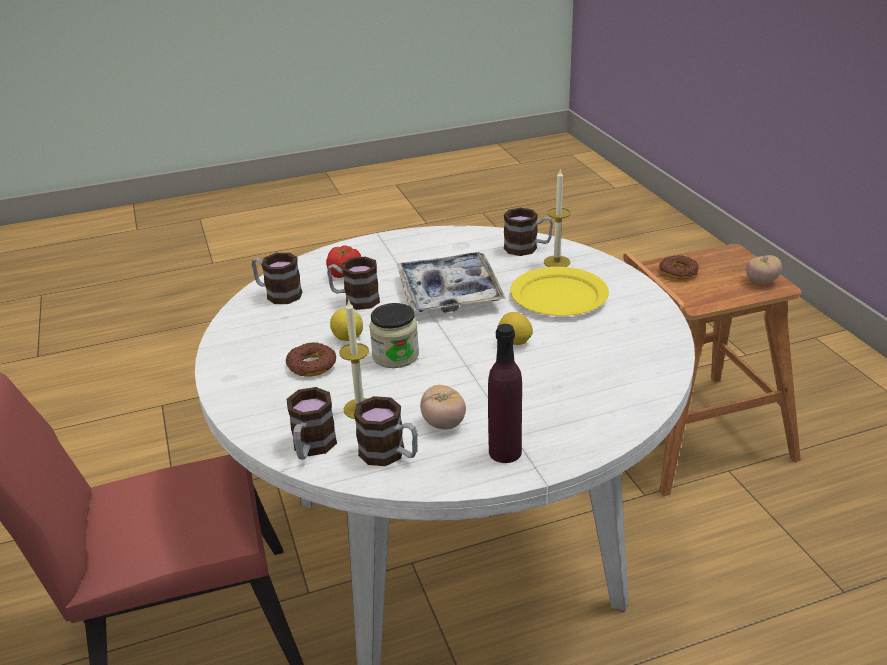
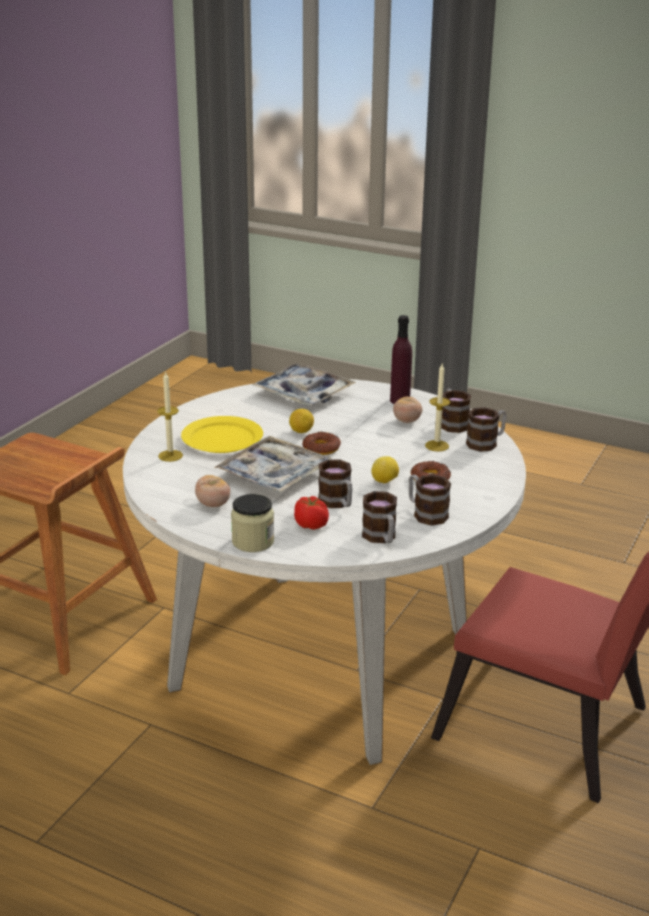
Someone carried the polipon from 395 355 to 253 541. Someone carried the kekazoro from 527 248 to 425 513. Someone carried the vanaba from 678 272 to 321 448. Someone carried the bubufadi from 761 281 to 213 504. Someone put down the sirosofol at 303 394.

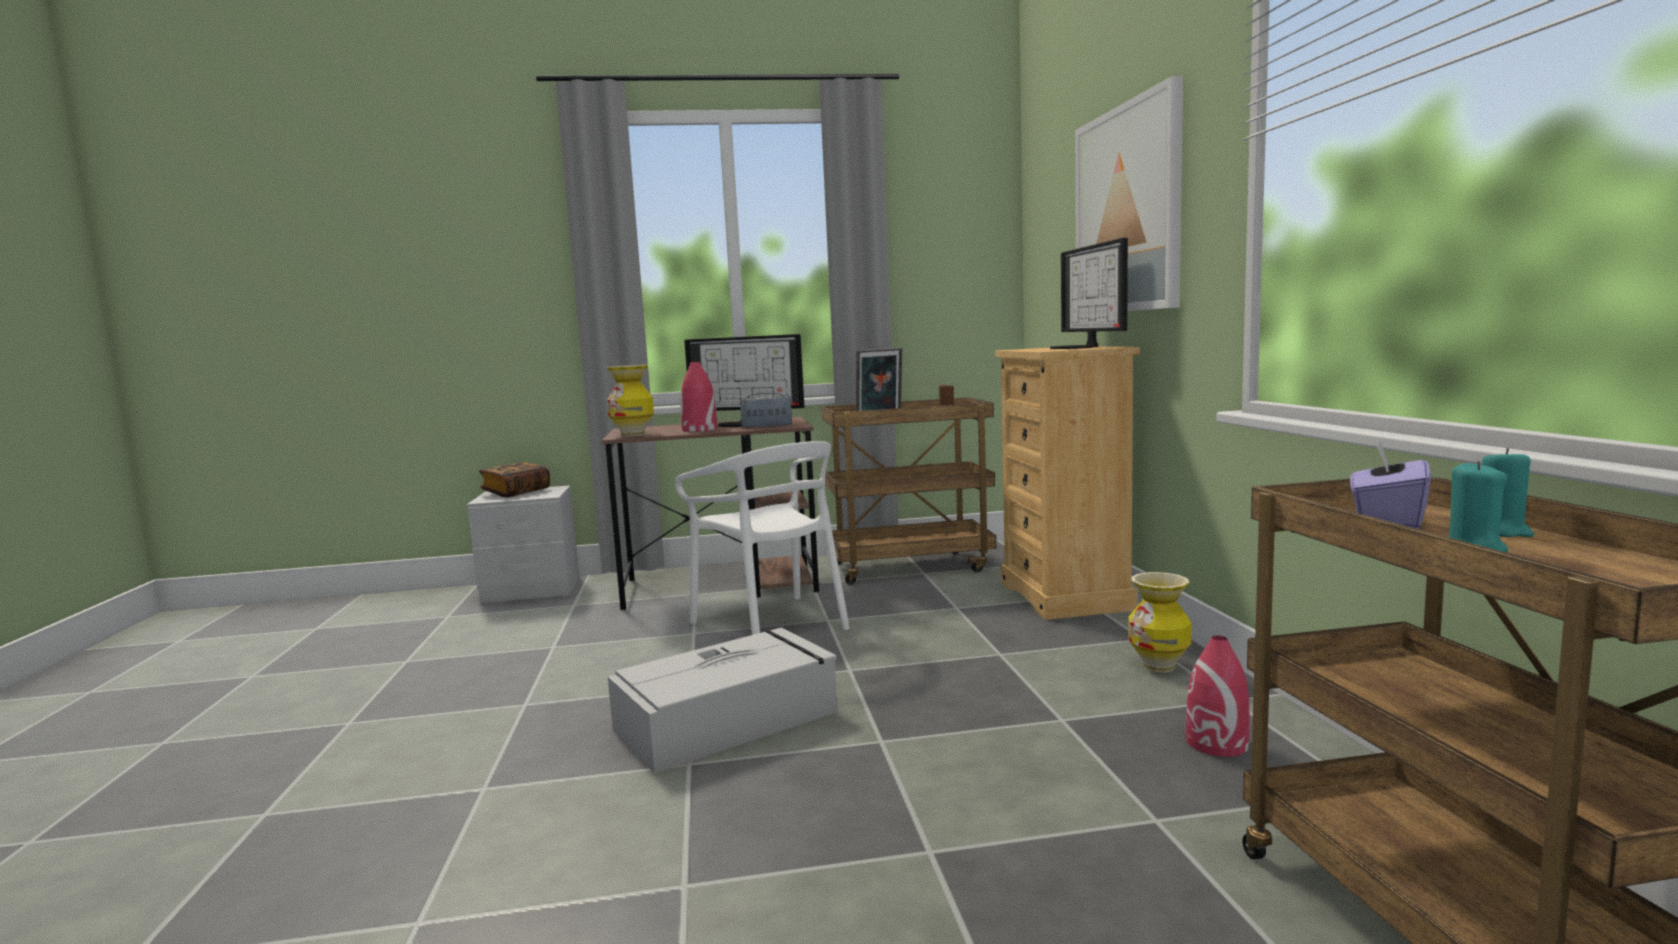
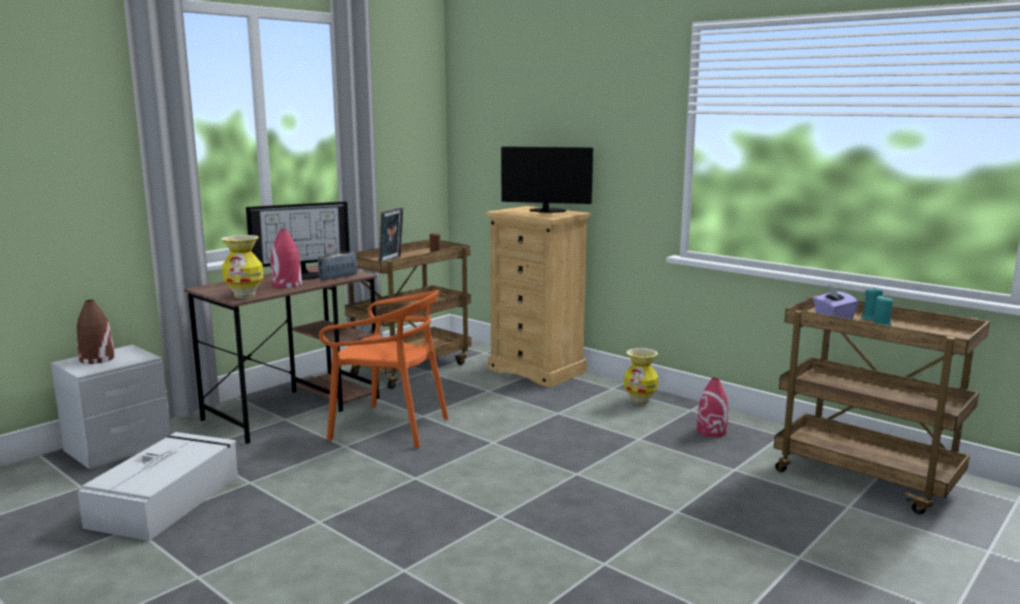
Someone swapped the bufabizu at 516 492 for the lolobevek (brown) at 96 359. Someone carried the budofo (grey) from 729 720 to 167 499. Someone repainted the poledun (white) at 772 624, which became the poledun (orange) at 389 427. Someone rotated the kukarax at 1078 347 by 150 degrees clockwise. Someone took away the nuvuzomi at 1127 210.

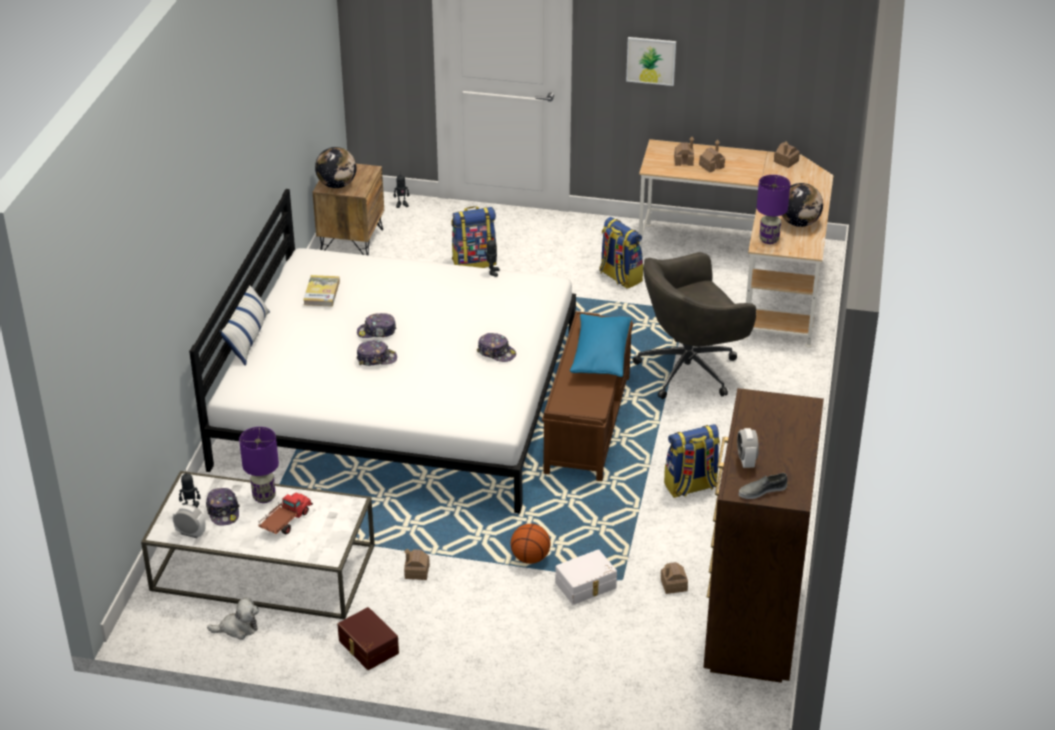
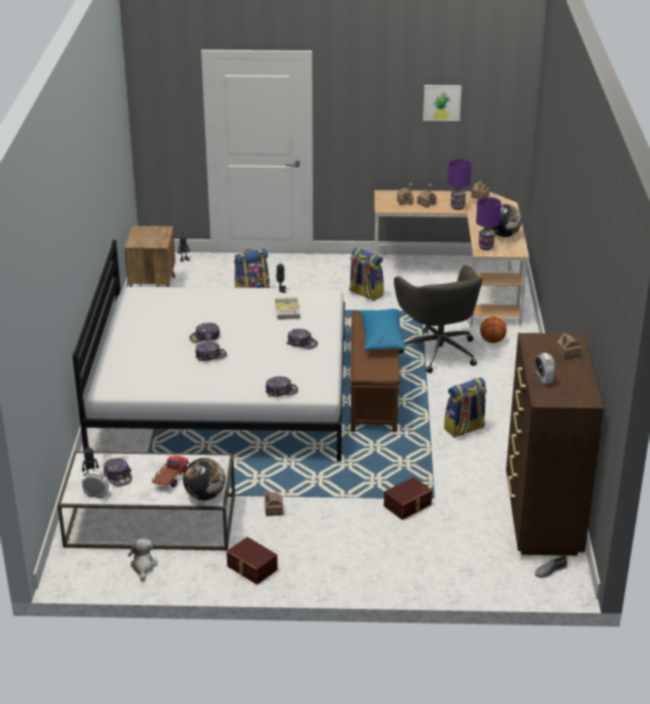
Someone rotated the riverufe at 238 628 by 75 degrees counterclockwise. Someone took away the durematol at 247 337. Someone carried the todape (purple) from 264 497 to 457 207. Someone carried the bufabizu from 321 293 to 287 310. Someone carried the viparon from 337 185 to 205 496. Someone carried the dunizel from 530 558 to 492 341. Someone repainted the budofo (white) at 586 586, which became the budofo (brown) at 408 505. Someone carried the nuvuzomi from 651 60 to 442 102. Someone rotated the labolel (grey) at 690 370 by 75 degrees counterclockwise. Someone carried the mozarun from 673 585 to 567 354. Someone carried the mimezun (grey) from 762 490 to 550 570. Someone put down the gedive at 281 391.

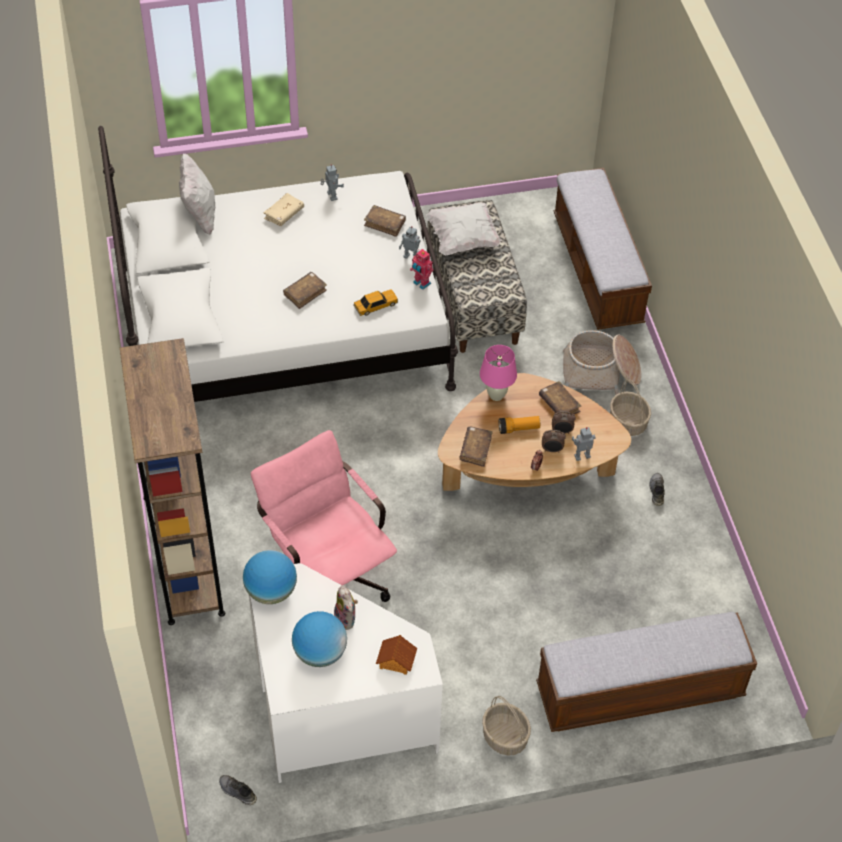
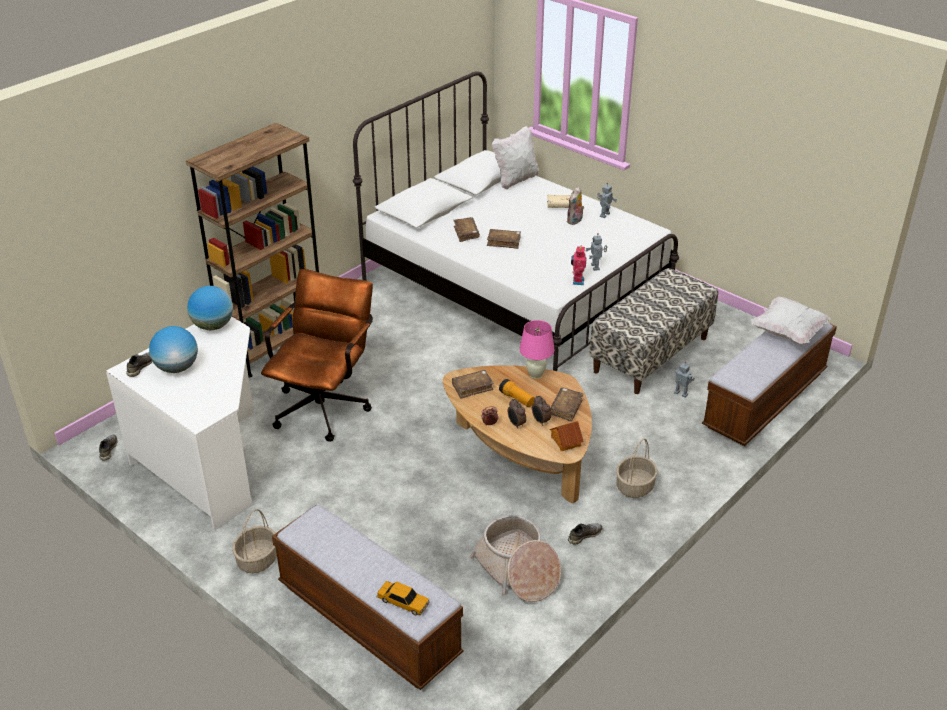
Someone repainted the labolel (pink) at 327 575, which became the labolel (brown) at 325 404. Someone carried the riverufe from 347 619 to 575 221. Someone carried the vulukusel from 376 306 to 403 602. Someone carried the bufabizu (brown) from 385 224 to 466 233. Someone carried the mozarun from 396 661 to 565 441. Someone carried the durematol (white) from 463 239 to 788 332. Someone carried the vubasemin from 600 373 to 517 571. Someone carried the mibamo from 582 457 to 680 394. Someone put down the mimezun (grey) at 140 367.

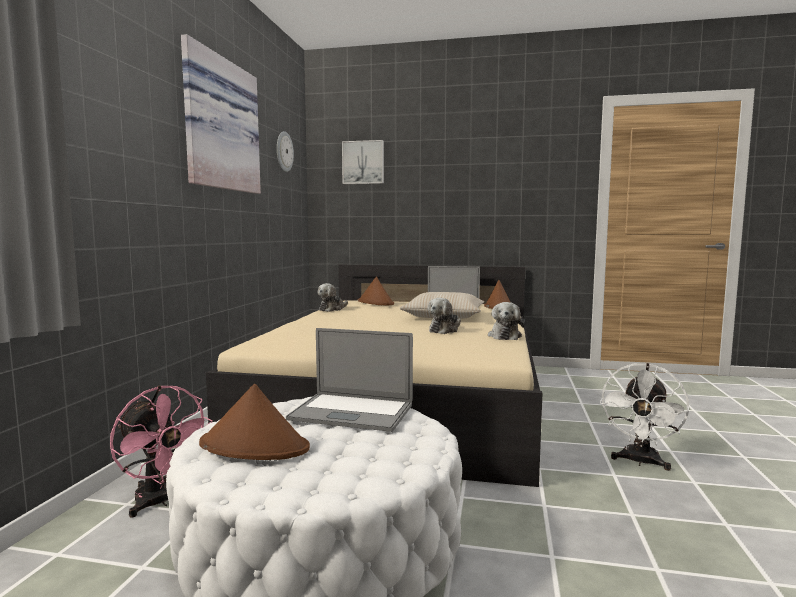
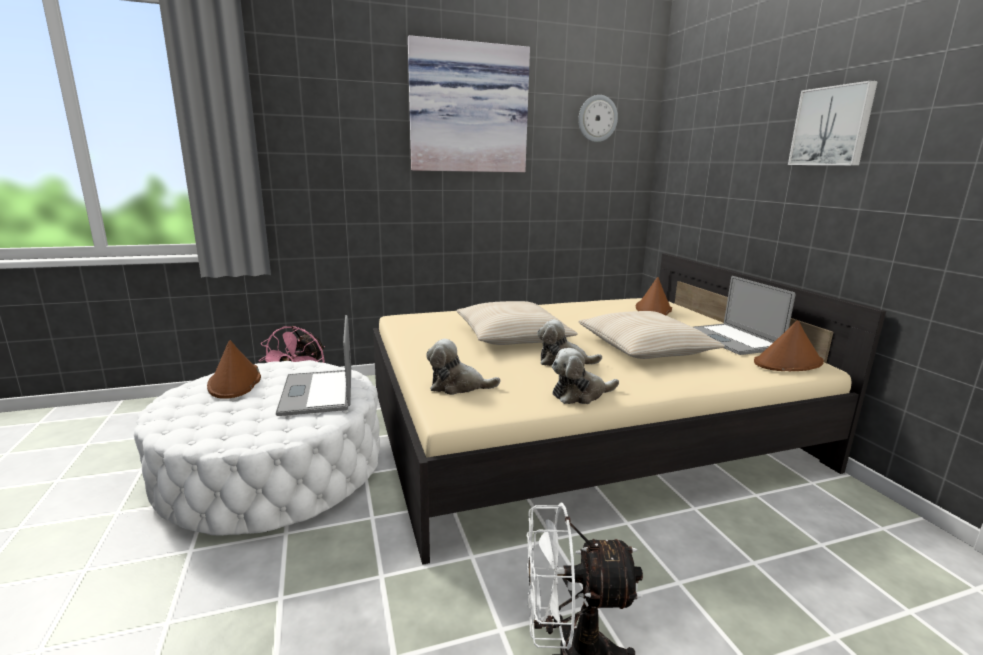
Someone carried the riverufe from 332 309 to 458 386. Someone carried the nuvuzomi from 363 162 to 832 126. Someone put down the durematol (beige) at 512 336.

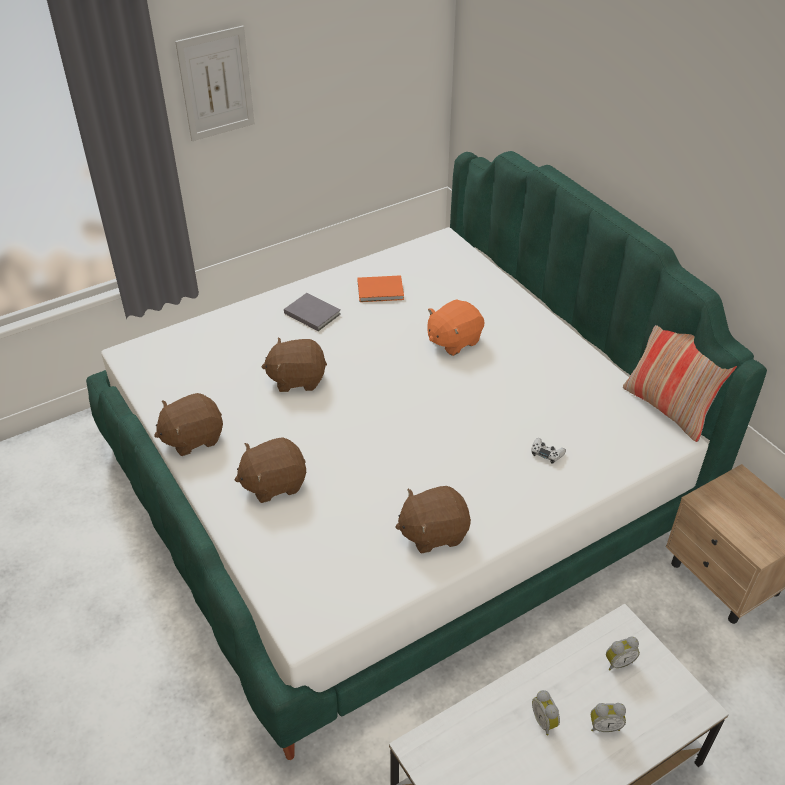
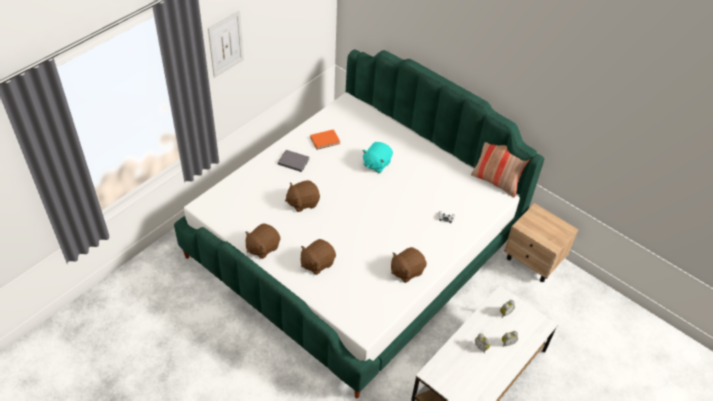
Someone repainted the riverufe (orange) at 453 340, which became the riverufe (turquoise) at 376 164.

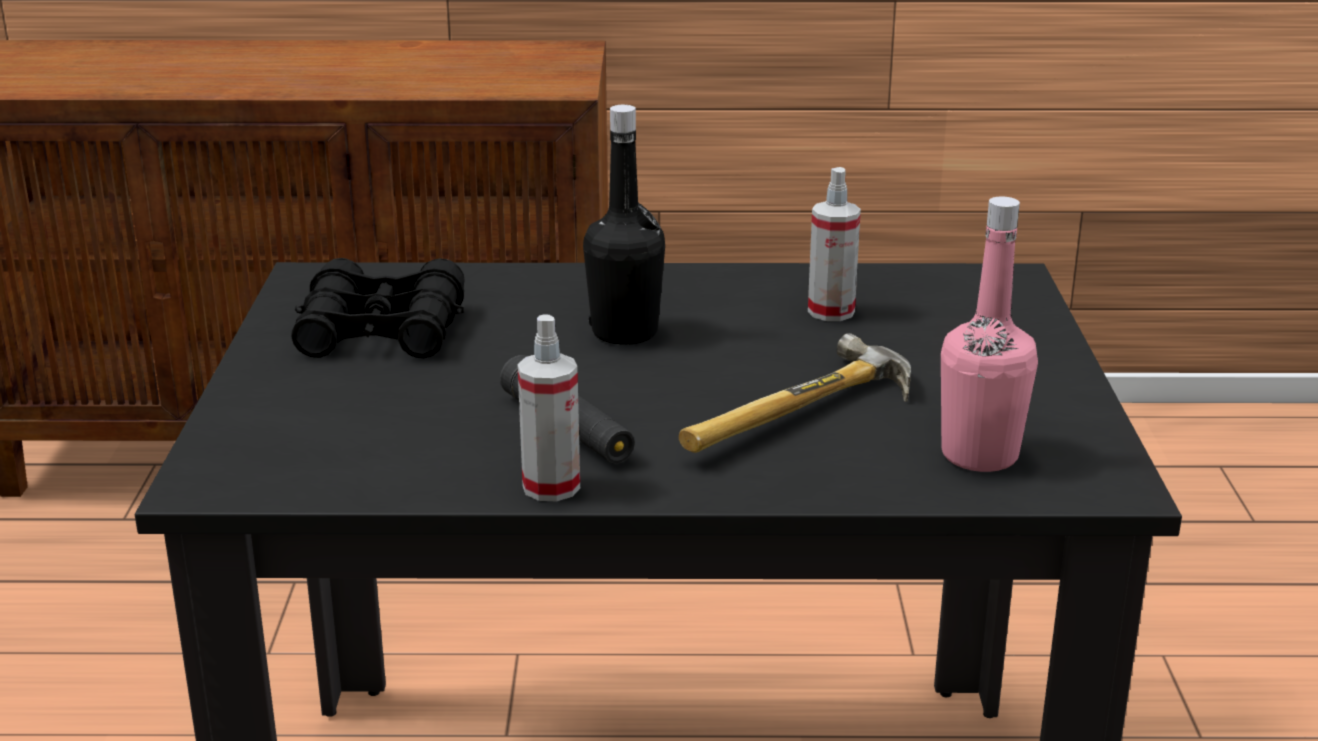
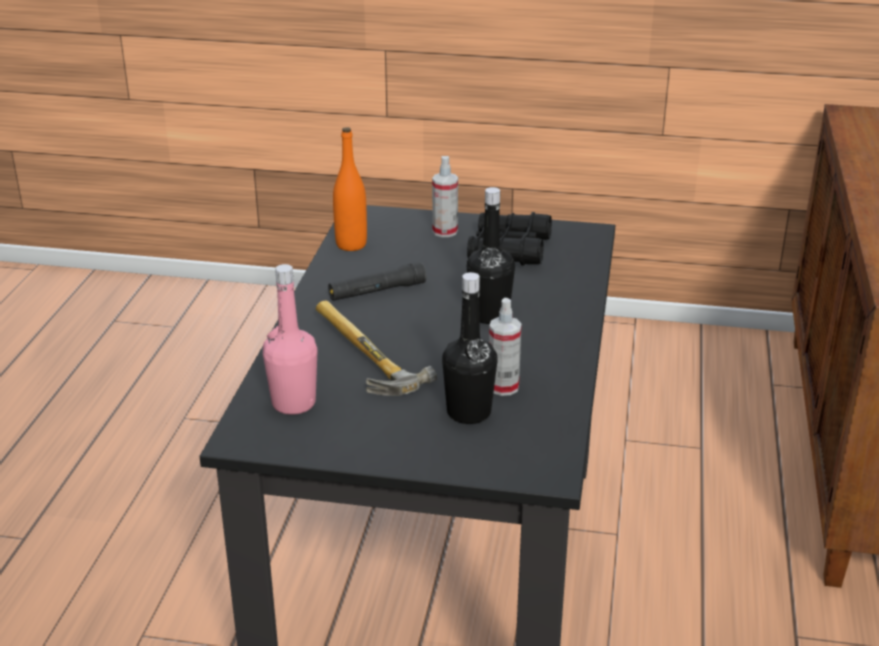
Someone carried the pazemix from 551 487 to 445 231. Someone put down the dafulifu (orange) at 351 244. Someone put down the dafulifu (black) at 469 412.

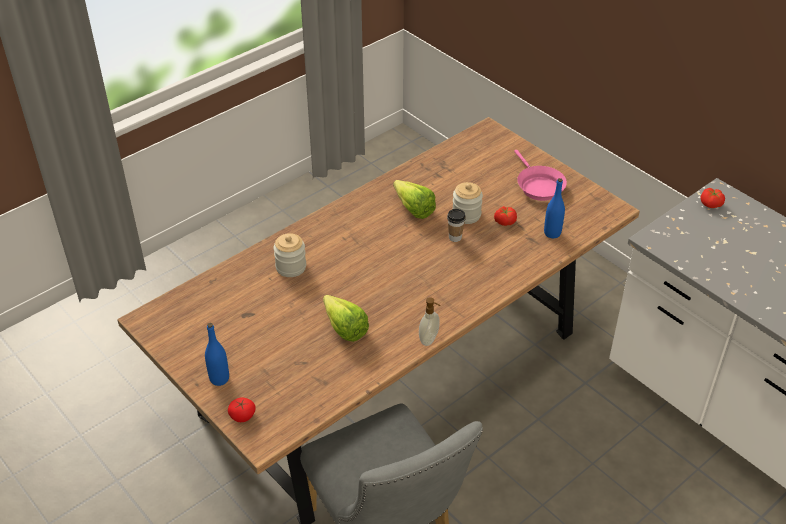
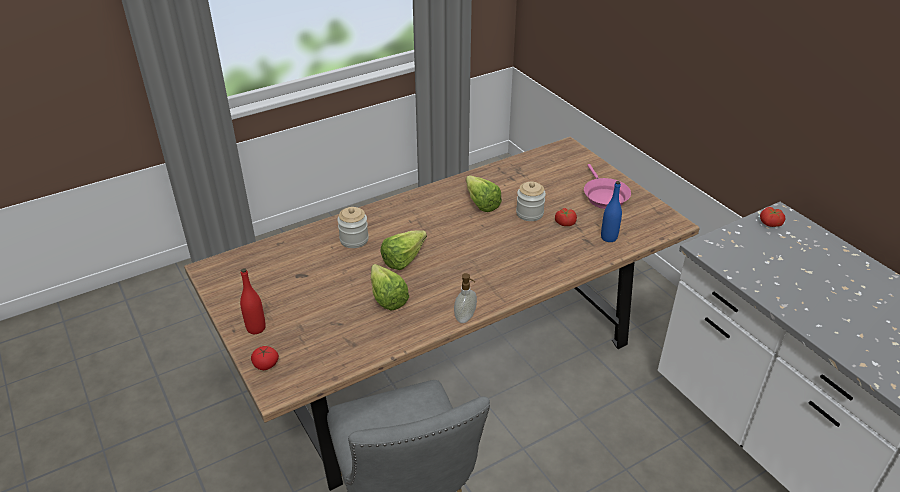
Someone repainted the dafulifu (blue) at 219 379, which became the dafulifu (red) at 256 328. Someone took away the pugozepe at 455 237. Someone put down the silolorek at 407 258.

